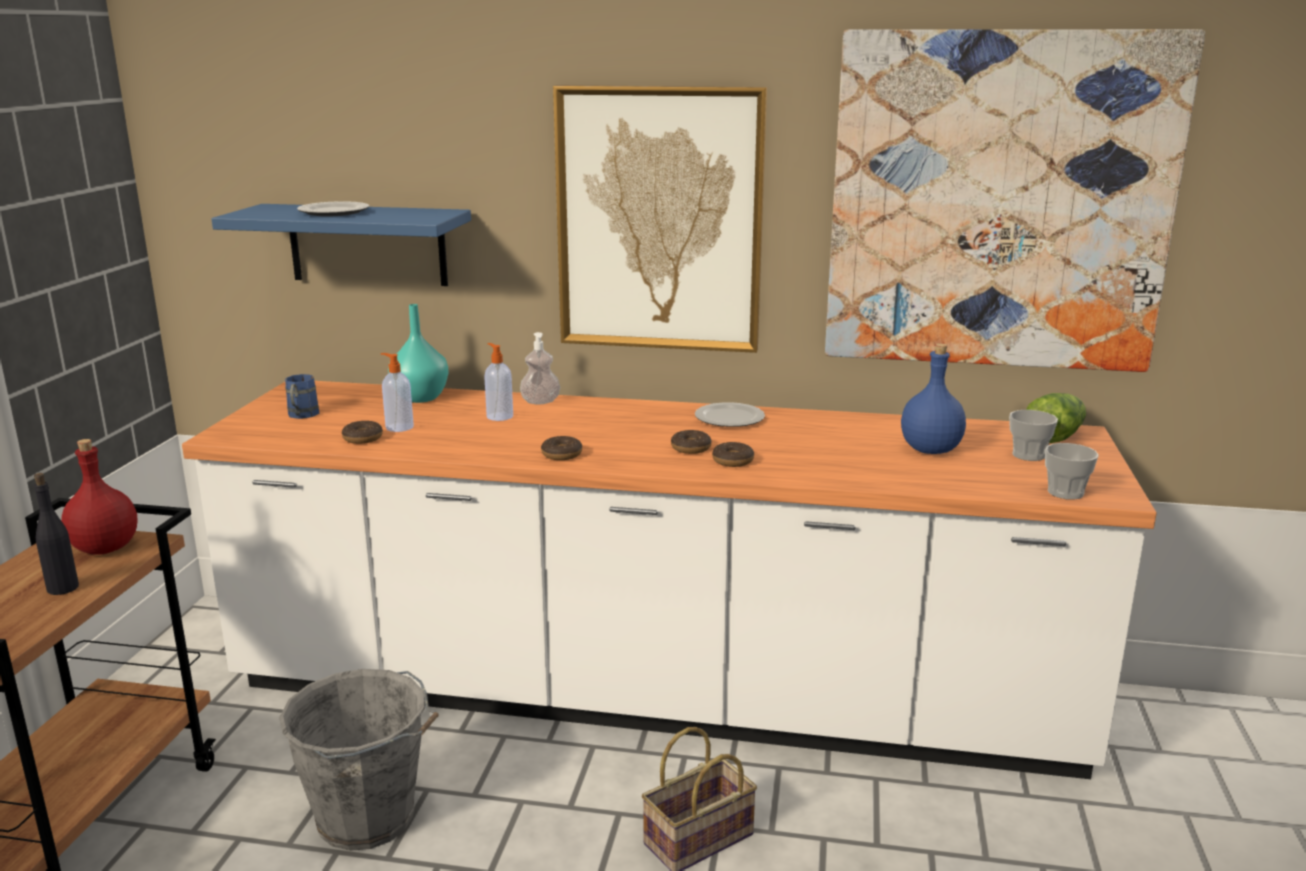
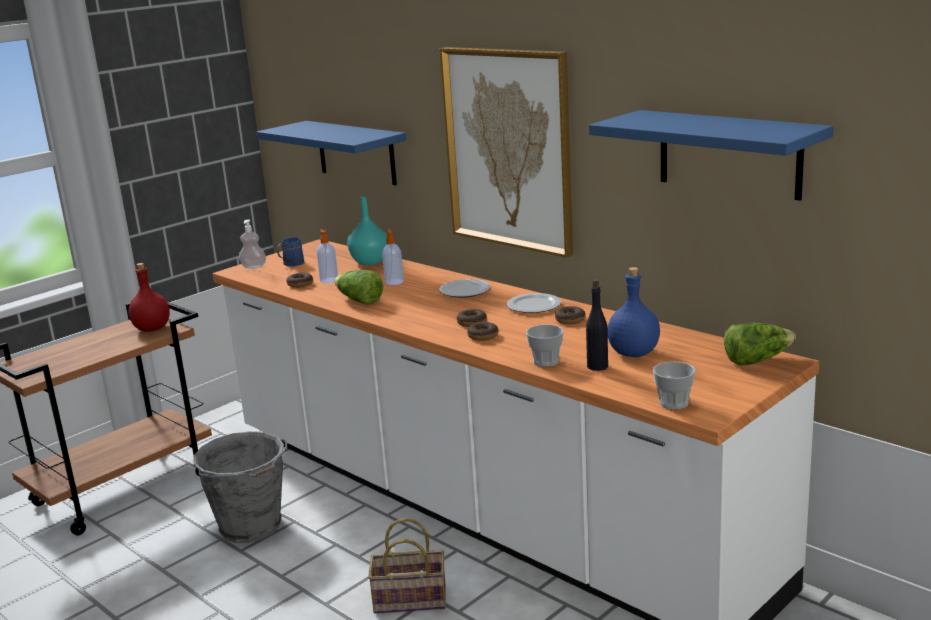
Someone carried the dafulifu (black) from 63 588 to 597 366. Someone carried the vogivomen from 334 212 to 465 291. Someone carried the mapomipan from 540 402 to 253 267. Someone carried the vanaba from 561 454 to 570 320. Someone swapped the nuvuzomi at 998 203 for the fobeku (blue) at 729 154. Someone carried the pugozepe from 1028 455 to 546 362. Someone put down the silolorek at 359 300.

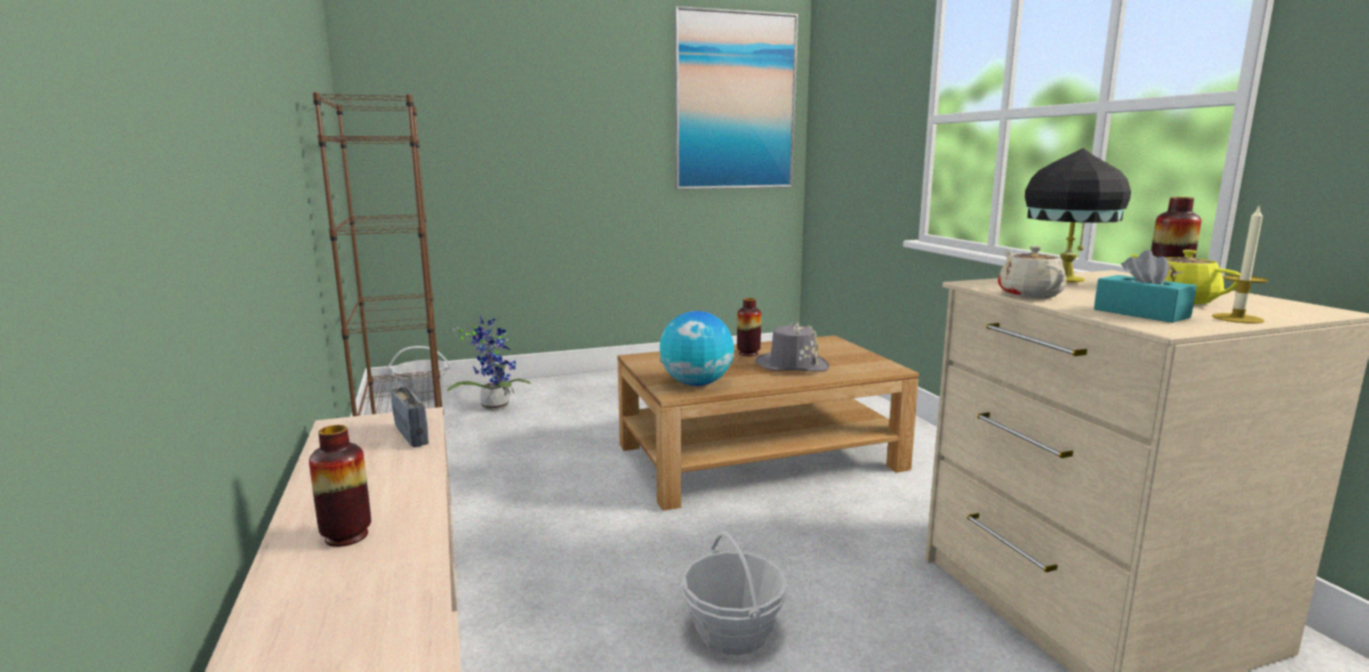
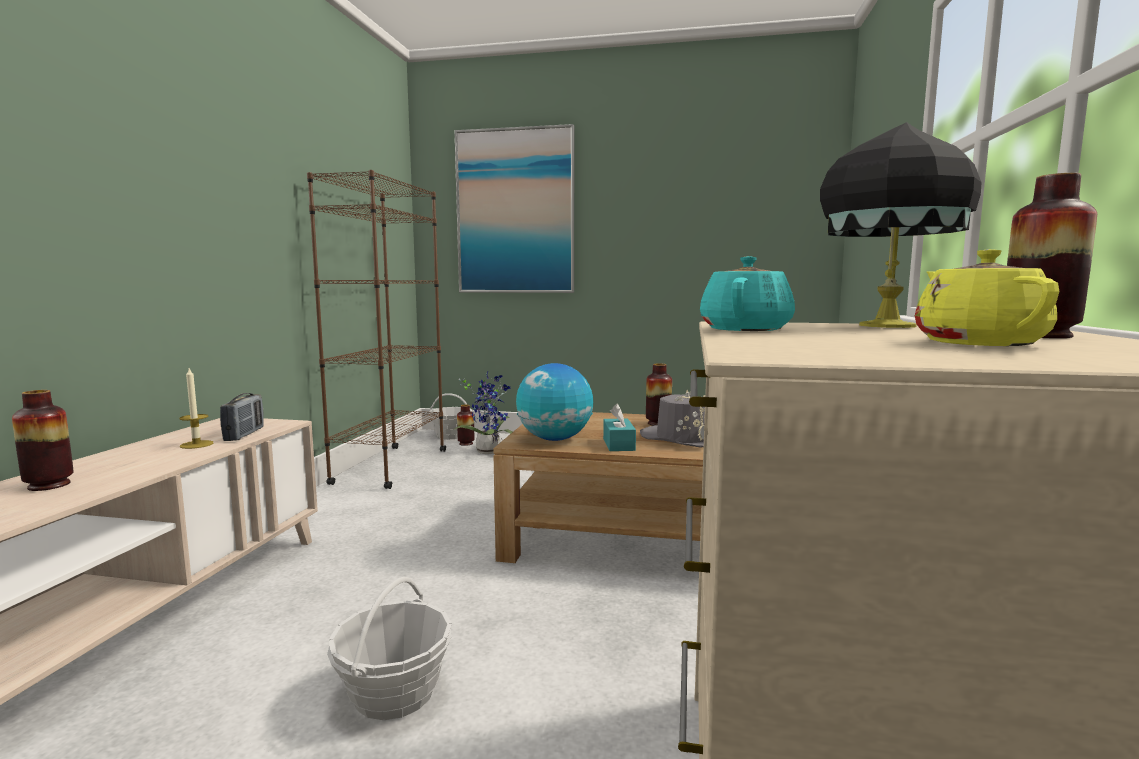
Someone carried the nuvuzomi from 735 102 to 515 212. Someone repainted the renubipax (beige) at 1028 294, which became the renubipax (turquoise) at 745 329. Someone carried the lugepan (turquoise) from 1141 313 to 618 444. Someone carried the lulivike from 1237 318 to 196 444. Someone put down the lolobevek at 466 443.

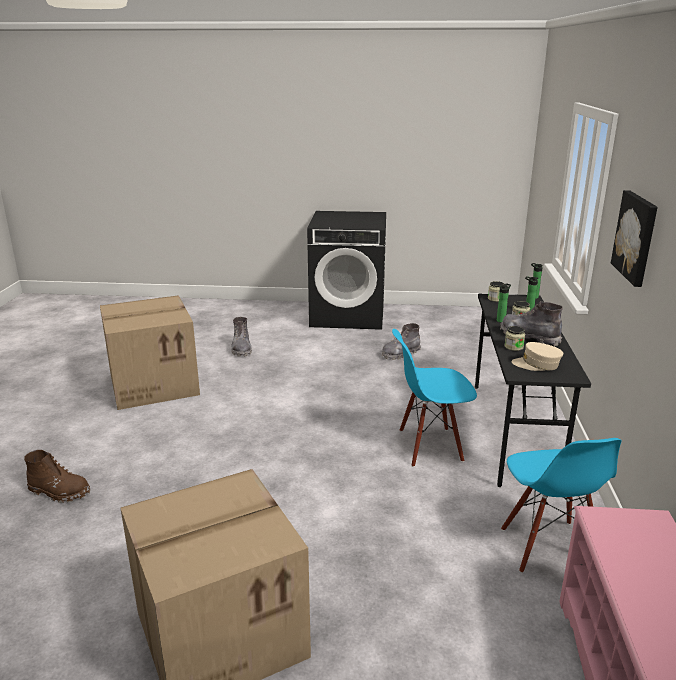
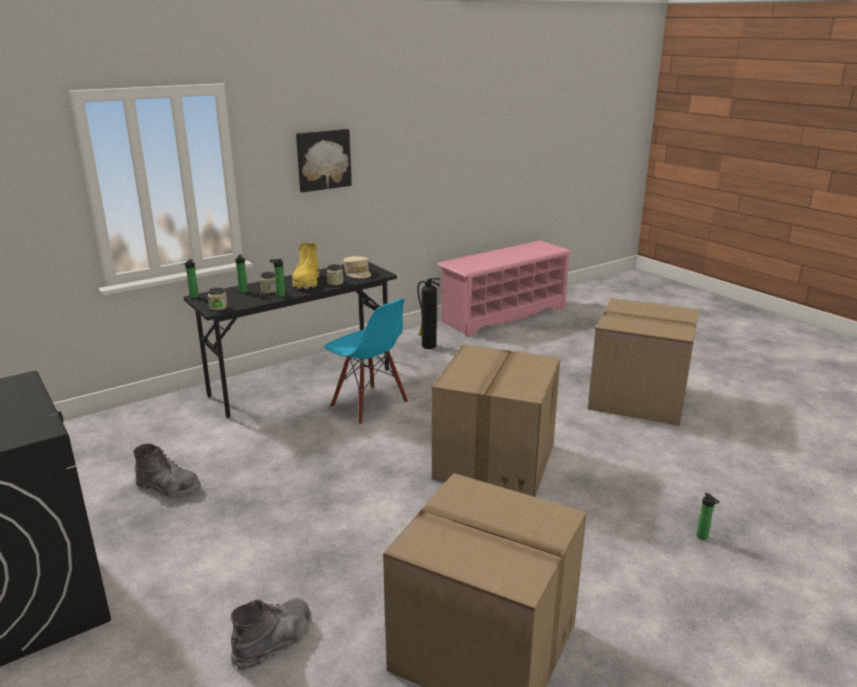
Someone swapped the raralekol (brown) at 59 492 for the dafulifu at 703 537. Someone repainted the raralekol (grey) at 529 337, which became the raralekol (yellow) at 307 282. Someone swapped the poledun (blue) at 548 547 for the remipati at 428 346. Someone put down the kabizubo at 493 460.

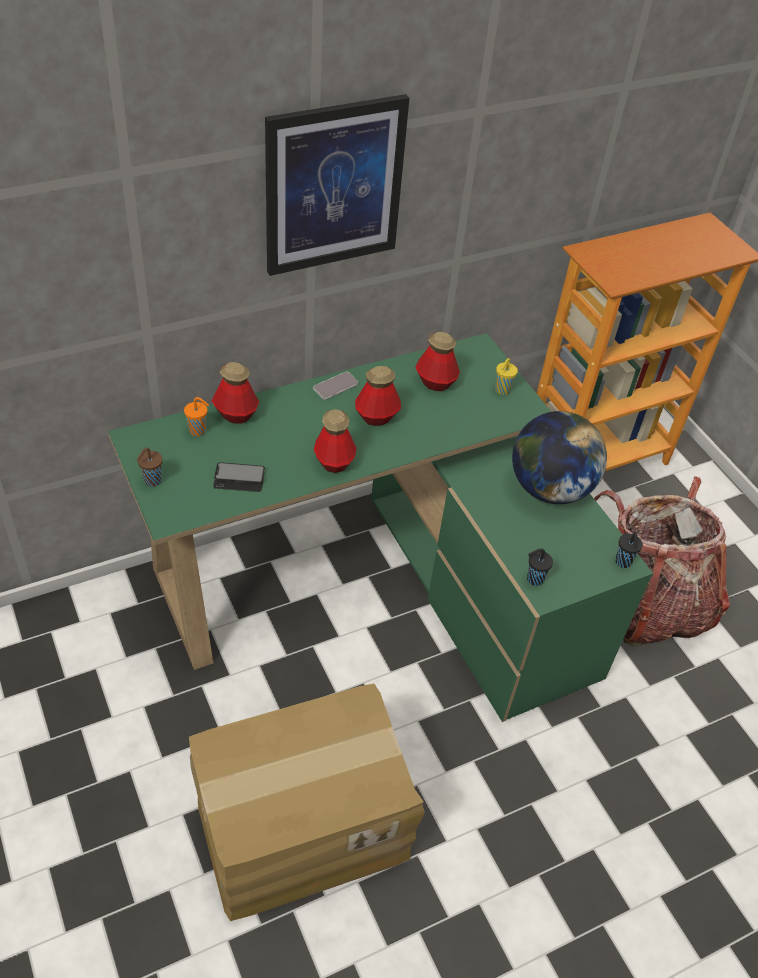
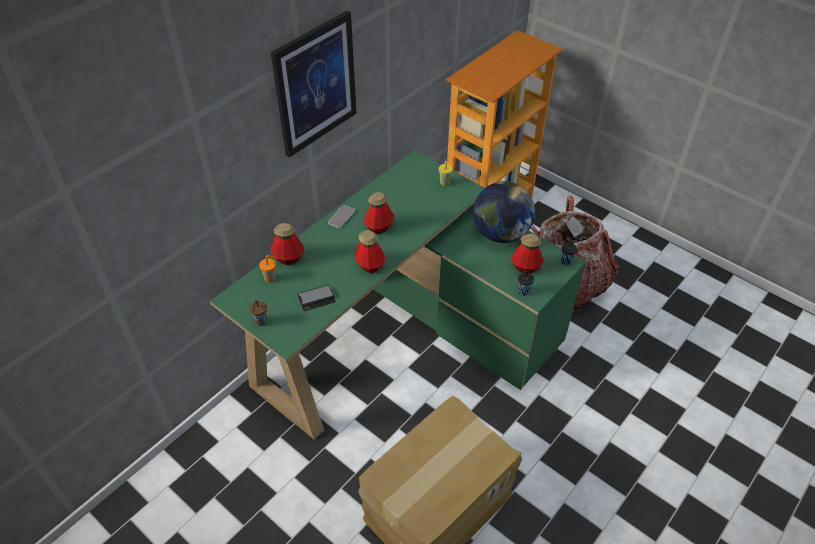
Someone carried the dafulifu from 435 382 to 525 267.

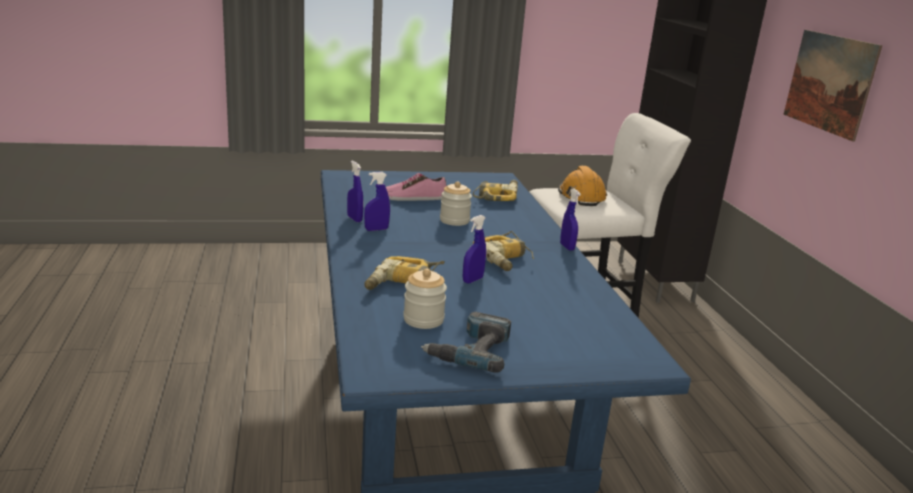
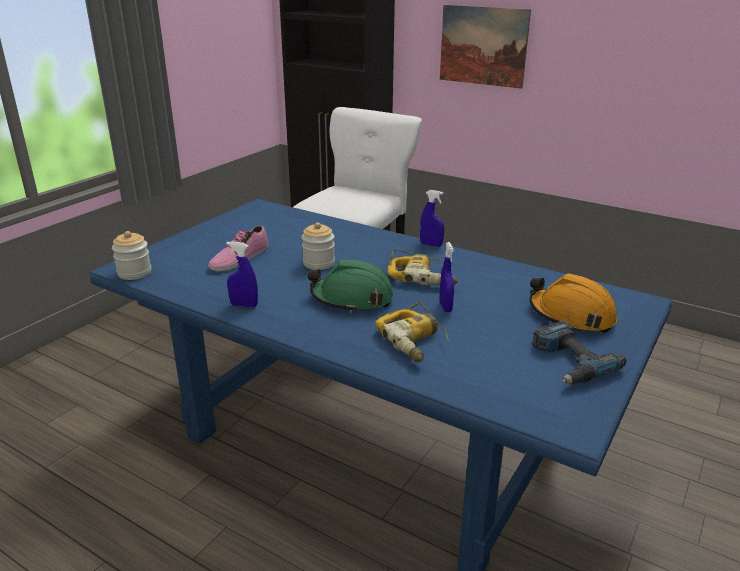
Someone took away the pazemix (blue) at 376 229. Someone carried the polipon from 423 319 to 134 273. Someone took away the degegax at 496 196. Someone carried the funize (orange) from 581 196 to 571 316. Someone put down the funize (green) at 352 299.

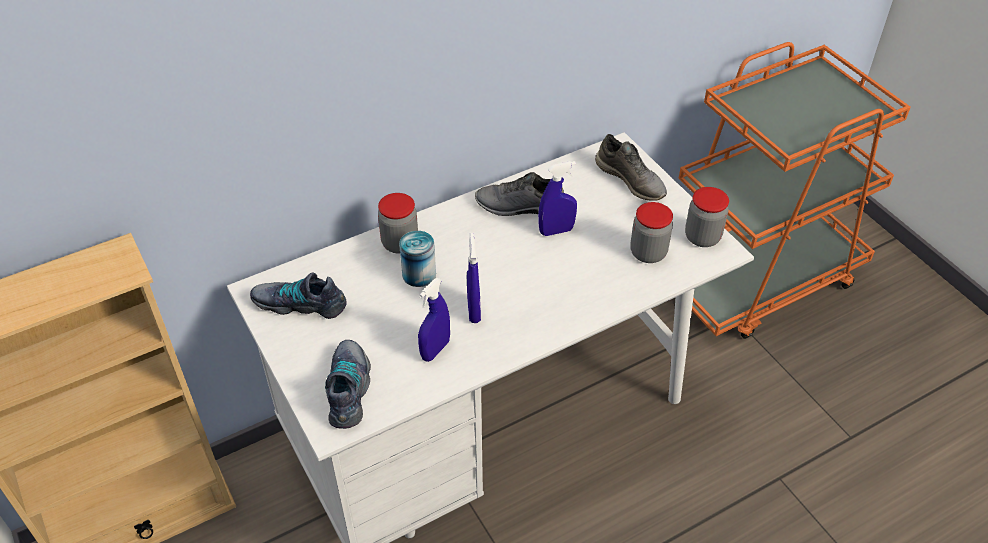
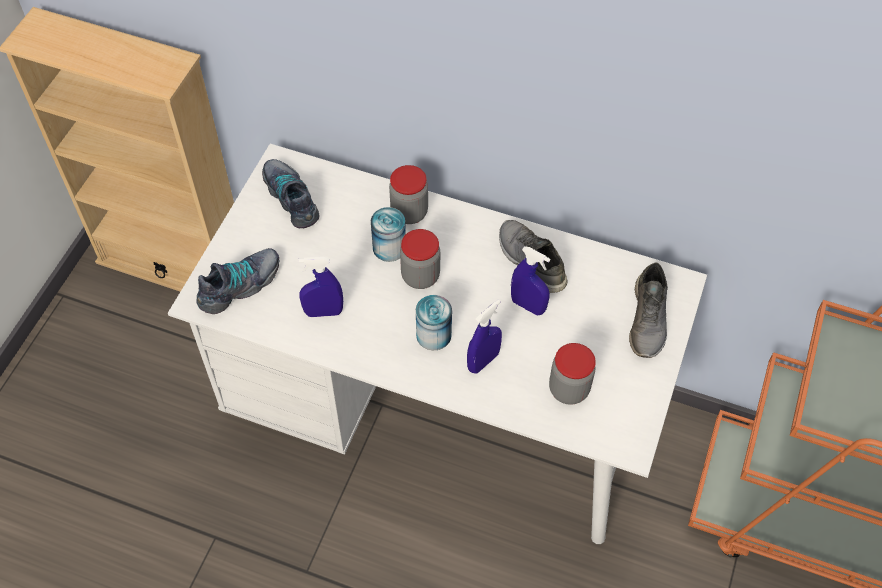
Someone carried the pazemix (blue) from 474 310 to 483 361. Someone carried the polipon from 702 237 to 420 276. Someone put down the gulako at 433 335.

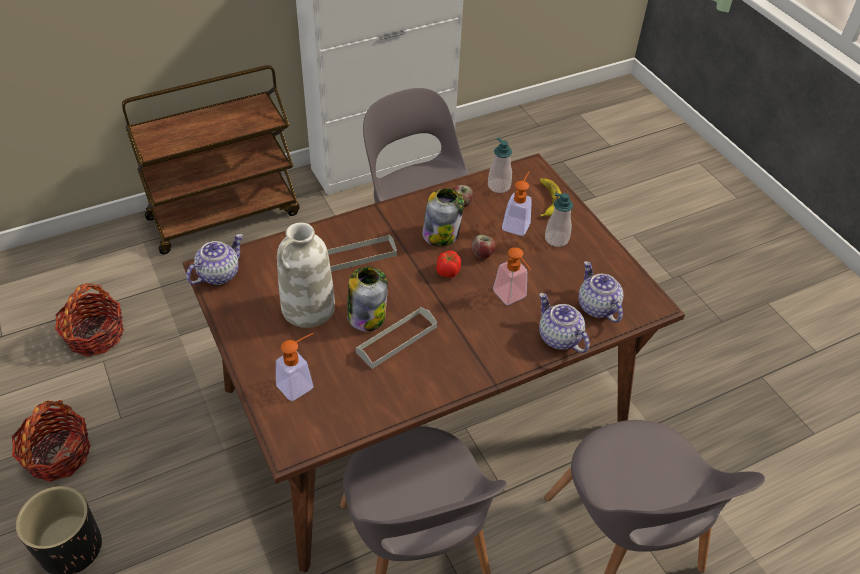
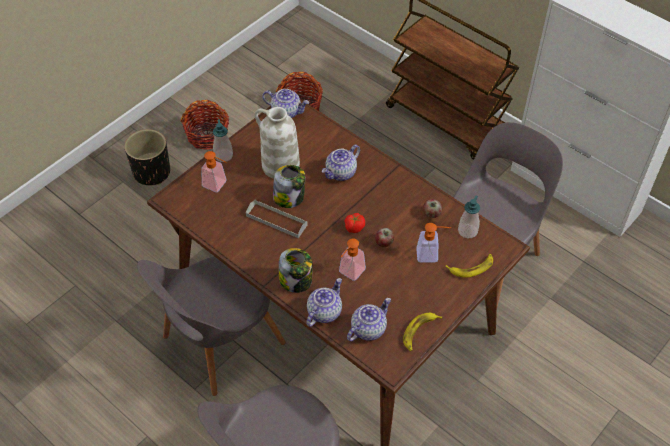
Someone swapped the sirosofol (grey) at 356 256 for the renubipax at 341 173. Someone carried the polipon from 441 234 to 296 281. Someone carried the mapomipan from 556 239 to 223 155. Someone put down the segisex at 419 332.

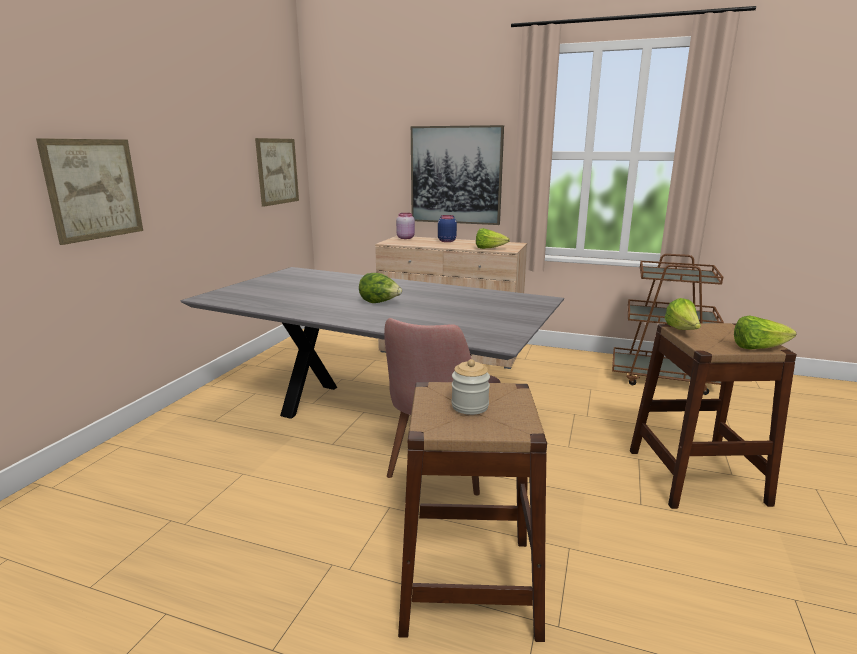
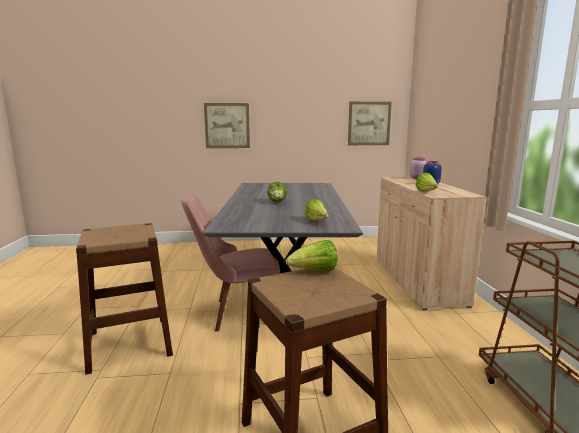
Someone took away the nuvuzomi at 456 175. Someone took away the polipon at 470 406. Someone carried the silolorek from 758 348 to 317 221.

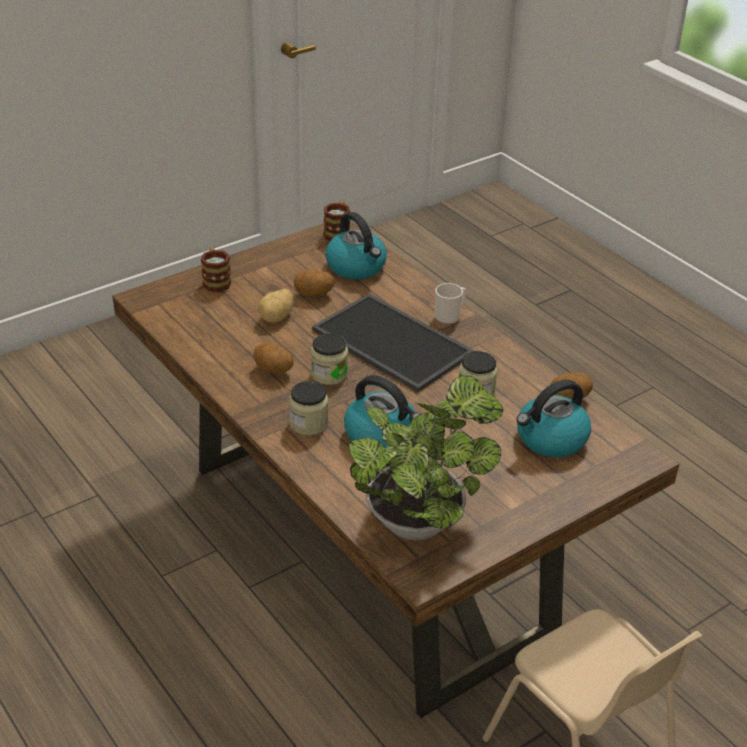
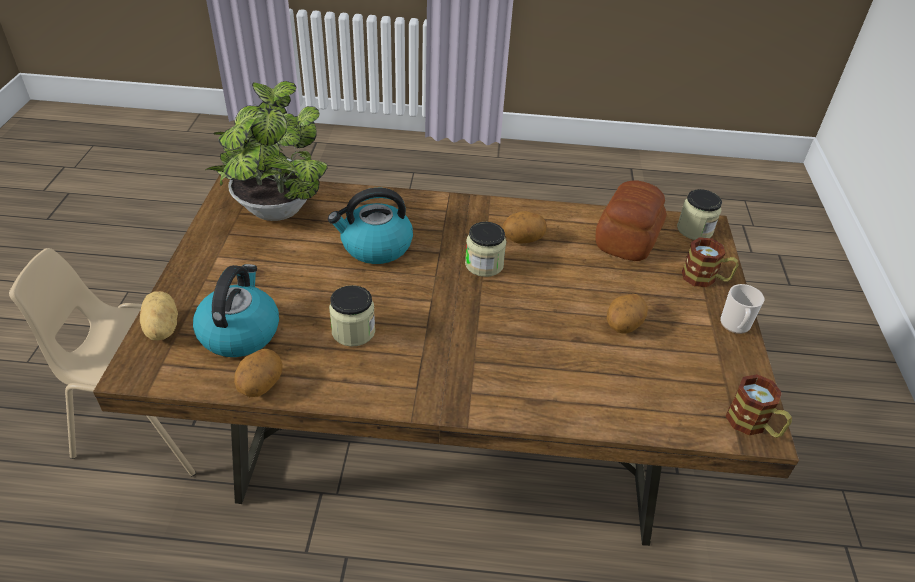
Someone carried the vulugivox from 277 317 to 161 329. Someone carried the polipon from 308 423 to 694 230. Someone took away the sirosofol at 395 342. Someone took away the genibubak at 357 267. Someone carried the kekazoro from 449 316 to 735 326. Someone put down the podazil at 628 239.

